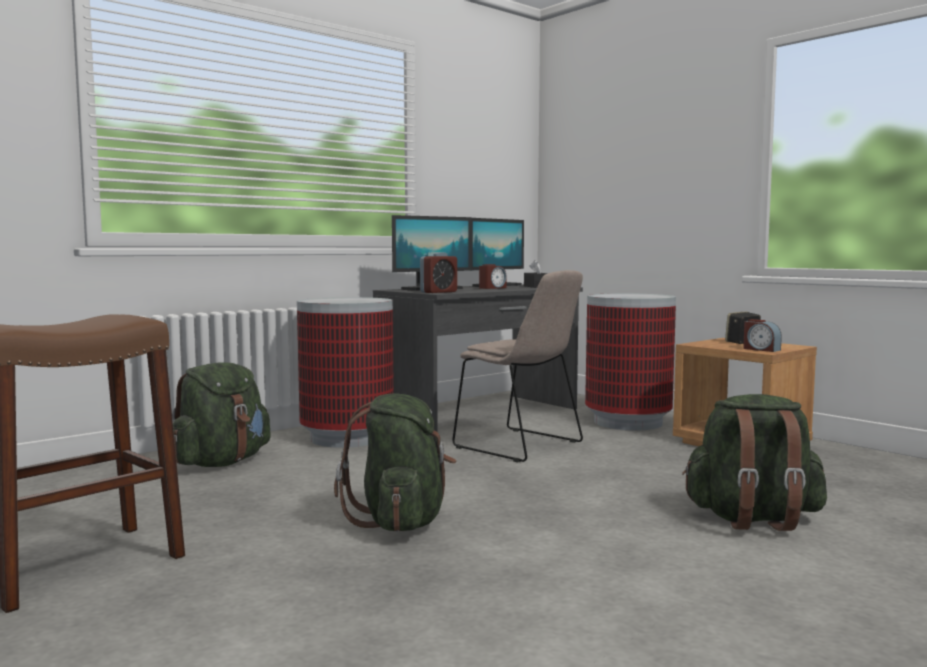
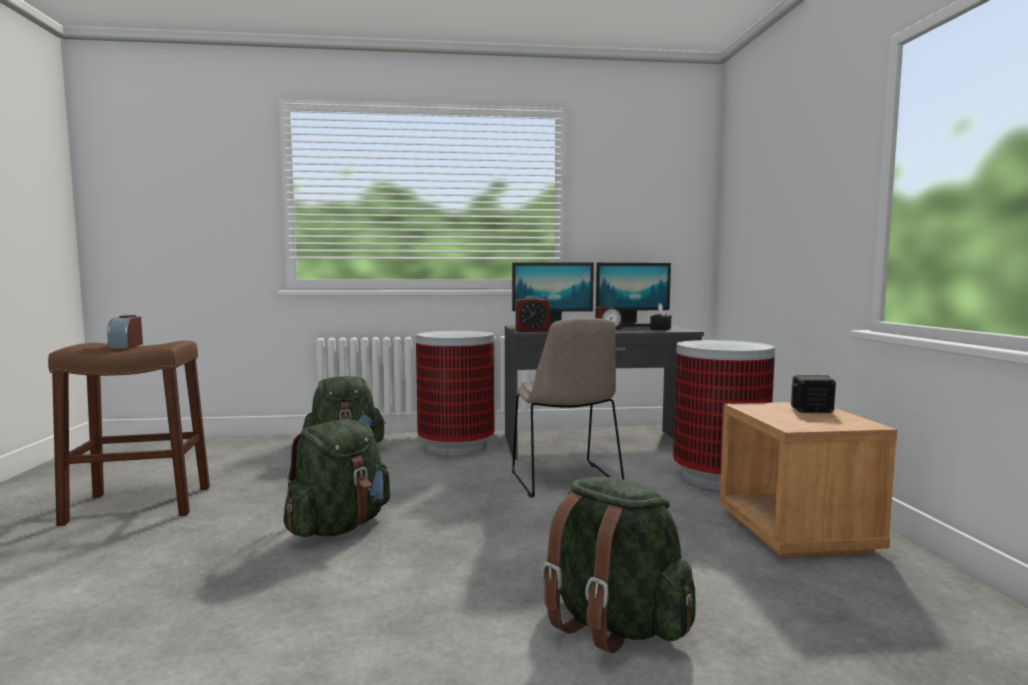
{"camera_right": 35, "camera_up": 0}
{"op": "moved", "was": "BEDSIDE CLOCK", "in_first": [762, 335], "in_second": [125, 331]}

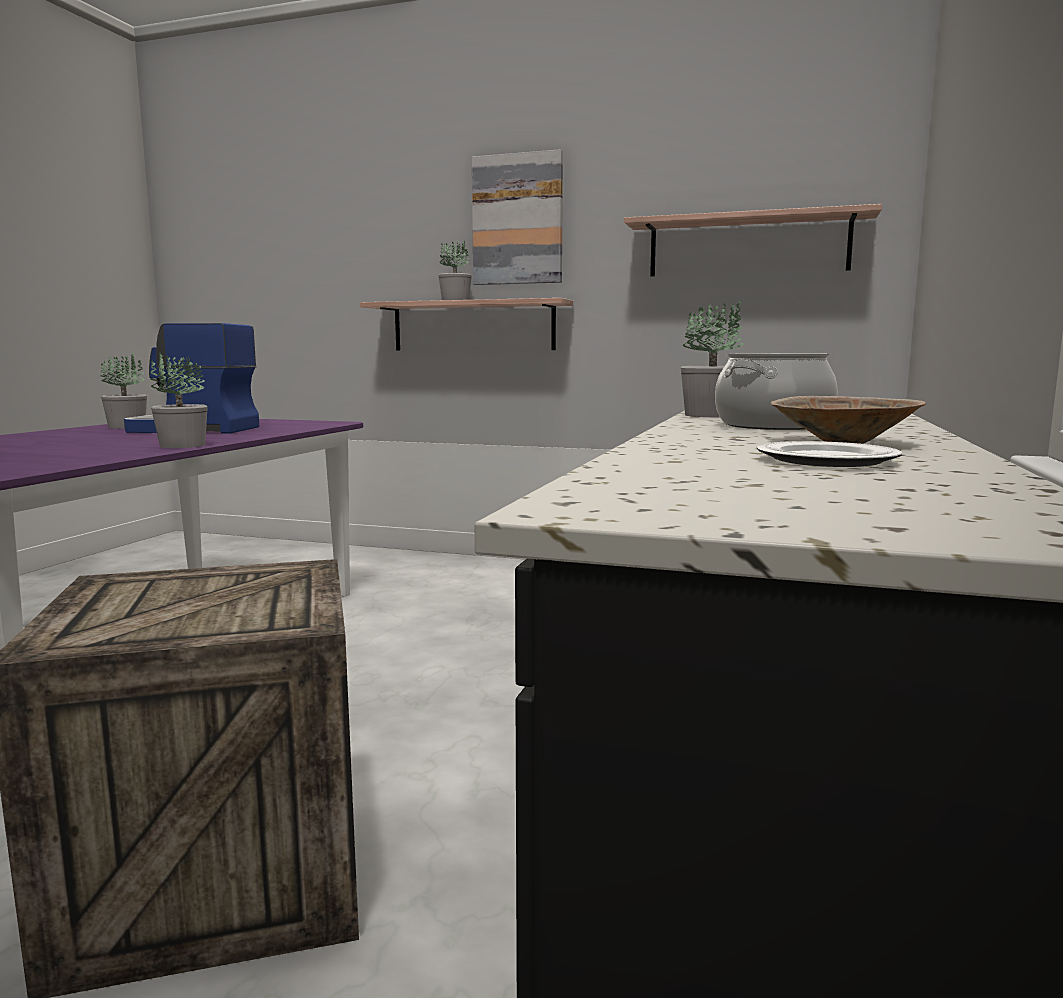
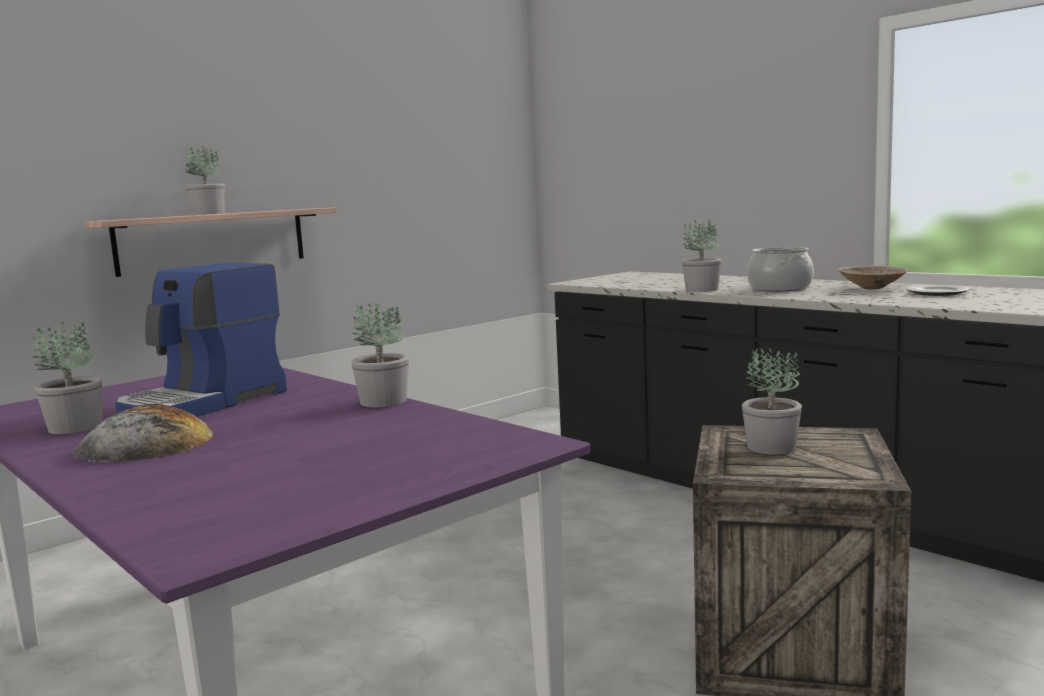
{"camera_right": -60, "camera_up": 0}
{"op": "added", "now": "BAKERY BREAD", "in_second": [143, 433]}
{"op": "added", "now": "PLANT IN A POT", "in_second": [772, 401]}
{"op": "removed", "was": "PICTURE", "in_first": [517, 217]}
{"op": "removed", "was": "SHELF", "in_first": [753, 240]}

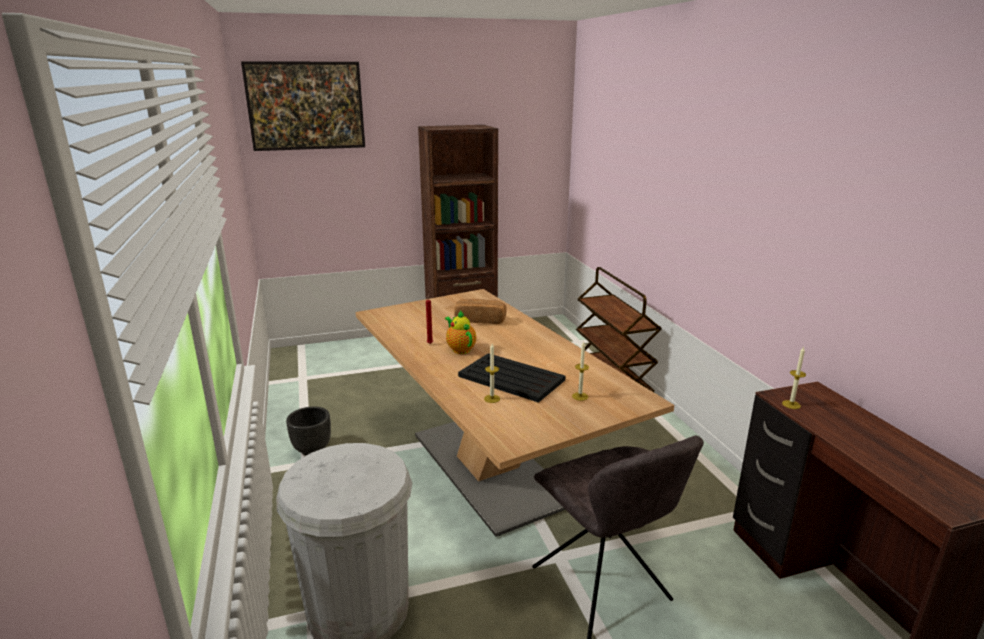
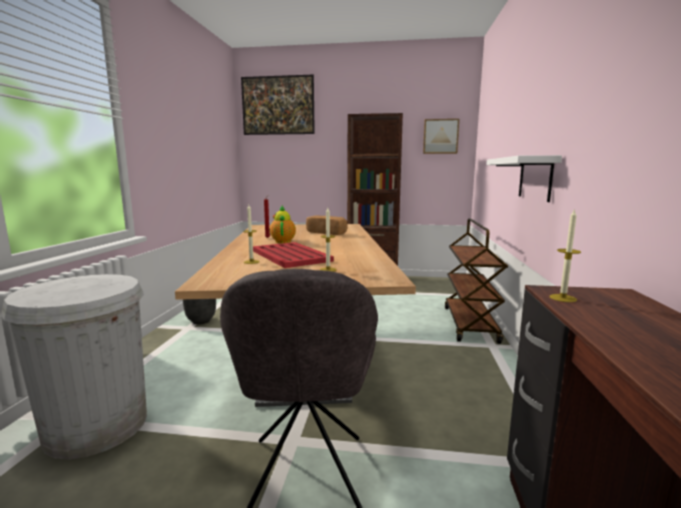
{"camera_right": 25, "camera_up": -10}
{"op": "recoloured", "was": "BLACK-COLOURED SERVING TRAY", "now": "REDDISH SERVING TRAY", "in_first": [512, 378], "in_second": [293, 255]}
{"op": "added", "now": "PICTURE", "in_second": [441, 136]}
{"op": "added", "now": "WHITE-COLOURED SHELF", "in_second": [524, 178]}

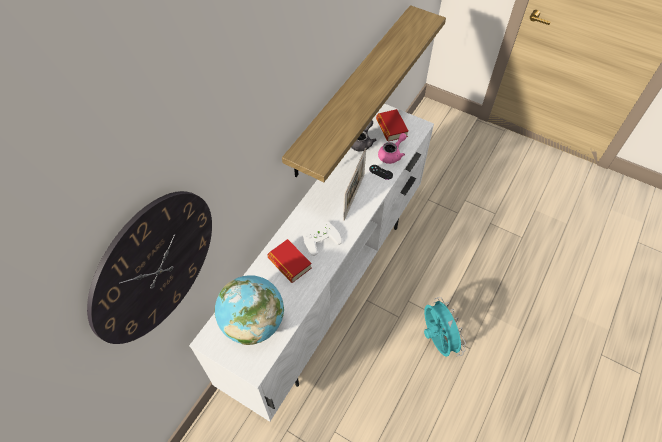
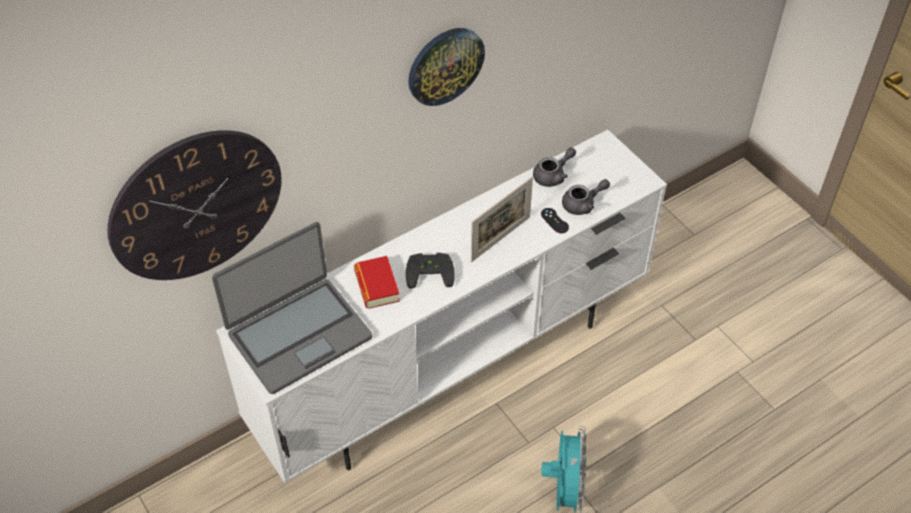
{"camera_right": 25, "camera_up": -5}
{"op": "replaced", "was": "WORLD GLOBE", "now": "NOTEBOOK COMPUTER", "in_first": [249, 310], "in_second": [292, 308]}
{"op": "recoloured", "was": "WHITE-COLOURED JOYPAD", "now": "BLACK-COLOURED JOYPAD", "in_first": [322, 239], "in_second": [430, 270]}
{"op": "added", "now": "CLOCK ON THE WALL", "in_second": [446, 67]}
{"op": "recoloured", "was": "PINK-COLOURED TEA POT", "now": "GREY TEA POT", "in_first": [392, 148], "in_second": [586, 197]}
{"op": "removed", "was": "SHELF", "in_first": [364, 93]}
{"op": "removed", "was": "BOUND BOOK", "in_first": [392, 125]}

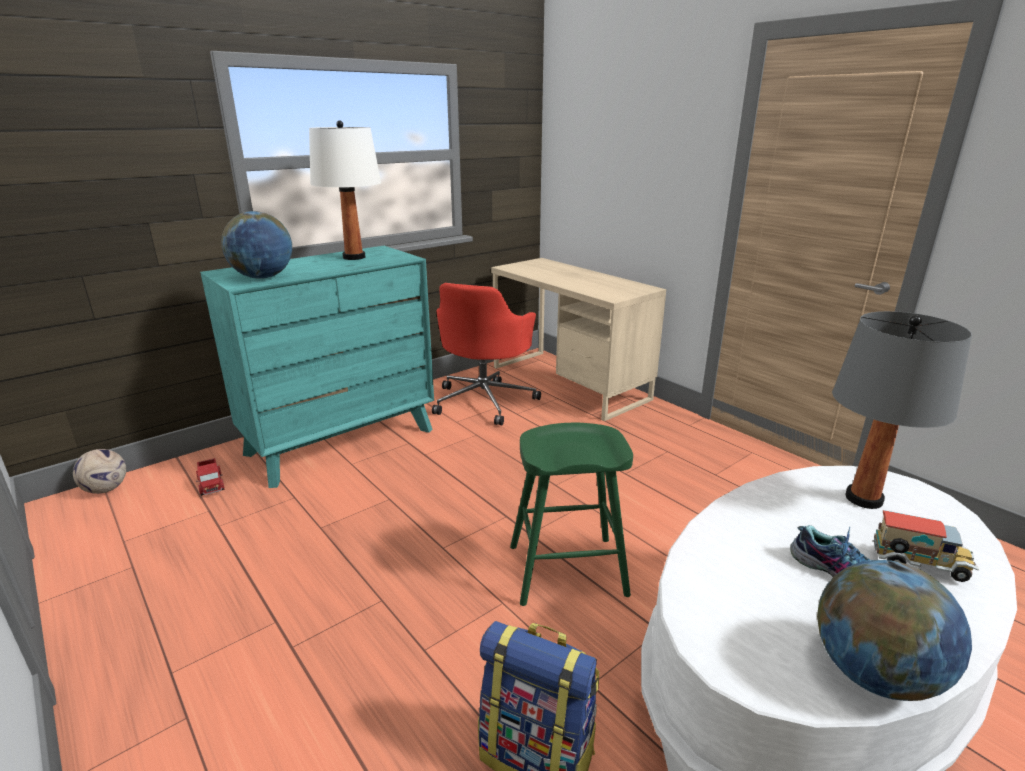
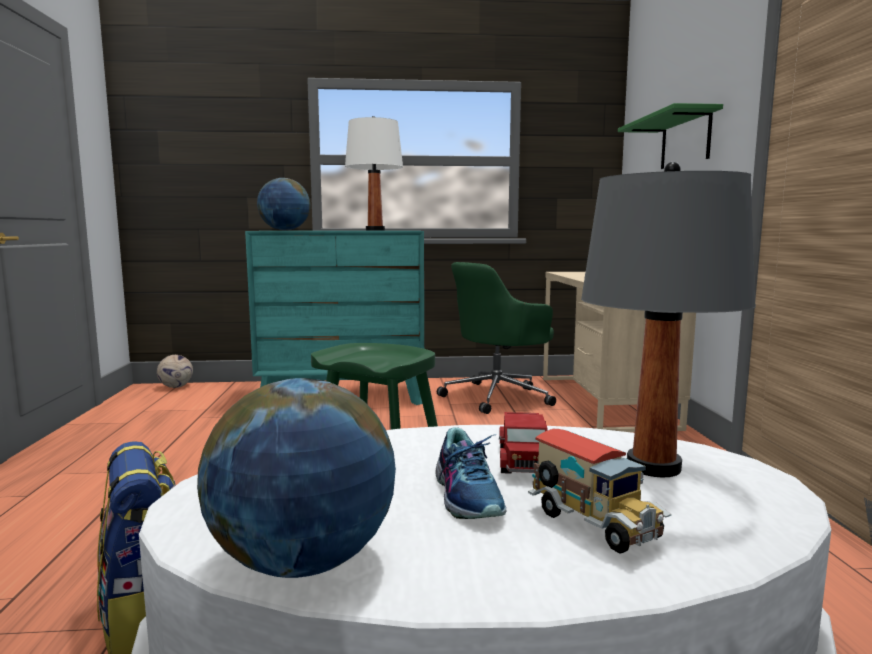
{"camera_right": 35, "camera_up": -15}
{"op": "recoloured", "was": "REDDISH OFFICE CHAIR", "now": "GREEN OFFICE CHAIR", "in_first": [486, 354], "in_second": [496, 338]}
{"op": "moved", "was": "MODEL TRUCK", "in_first": [210, 477], "in_second": [523, 443]}
{"op": "added", "now": "GREEN SHELF", "in_second": [670, 136]}

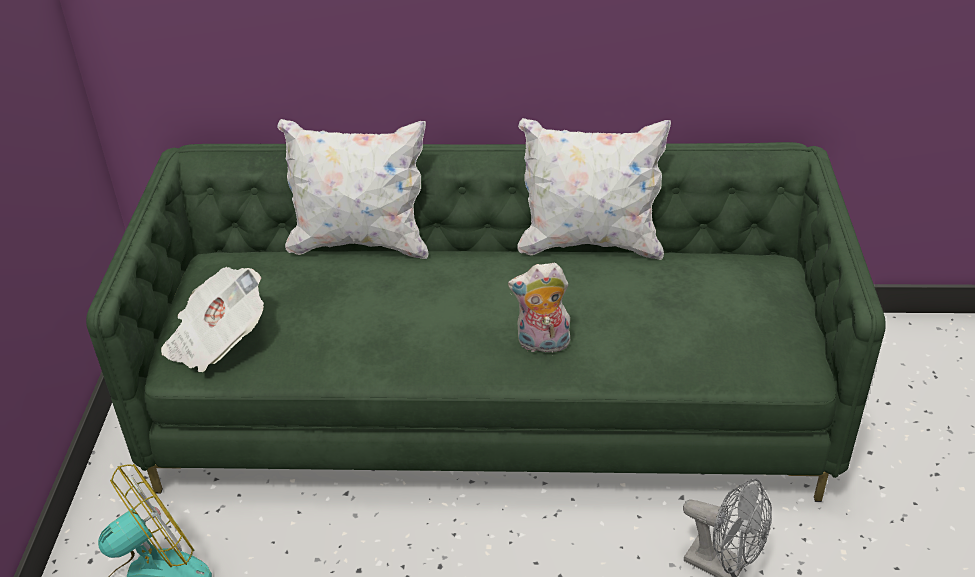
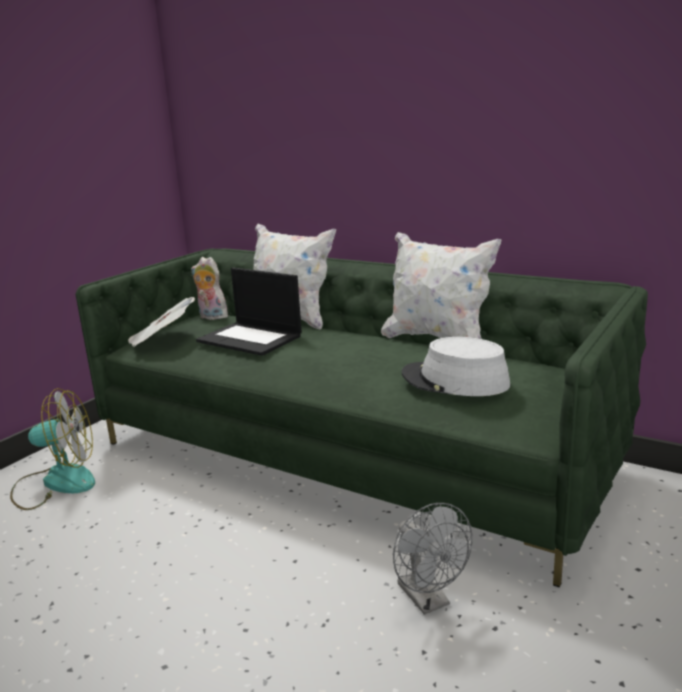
{"camera_right": 30, "camera_up": -20}
{"op": "moved", "was": "SOFT TOY", "in_first": [539, 308], "in_second": [209, 288]}
{"op": "added", "now": "NOTEBOOK COMPUTER", "in_second": [249, 311]}
{"op": "added", "now": "GREY WEARABLE HAT", "in_second": [456, 366]}

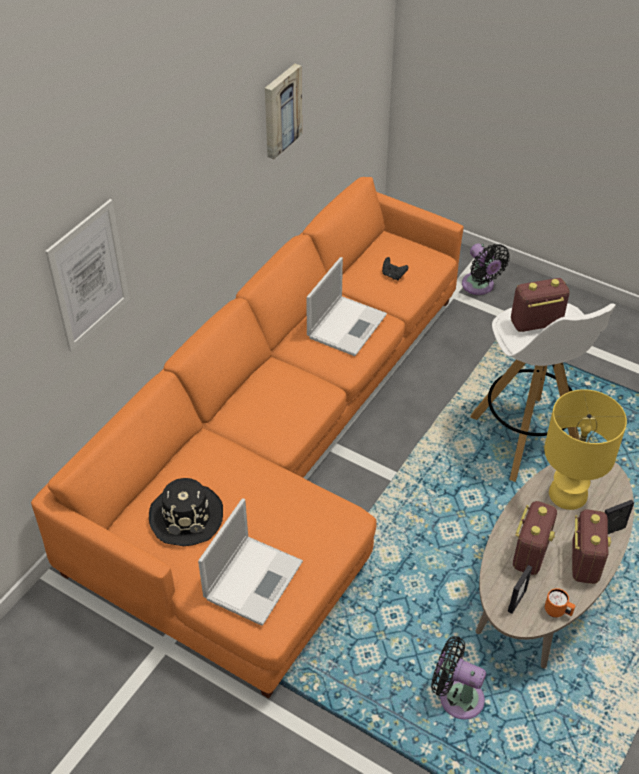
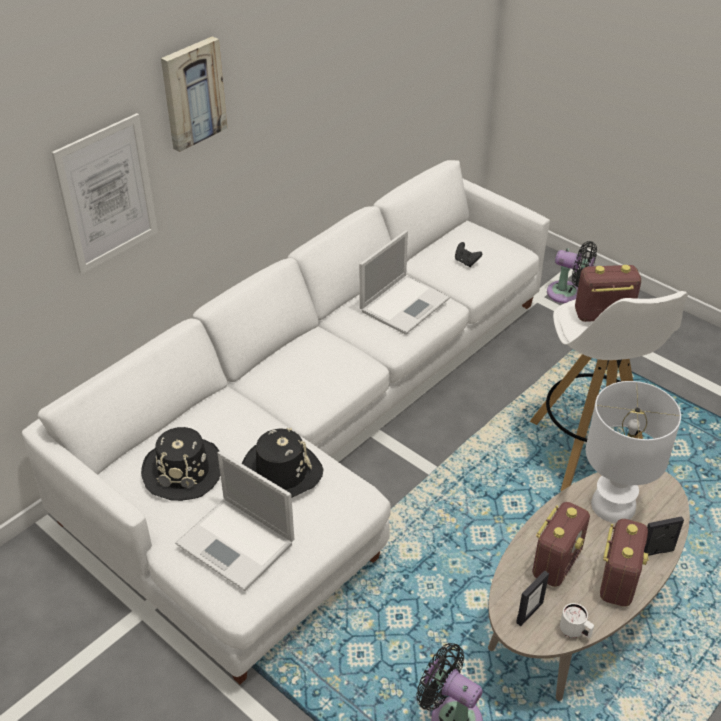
{"camera_right": 10, "camera_up": -5}
{"op": "recoloured", "was": "ORANGE SETTEE", "now": "WHITE-COLOURED SETTEE", "in_first": [247, 438], "in_second": [286, 422]}
{"op": "moved", "was": "PICTURE", "in_first": [283, 111], "in_second": [194, 94]}
{"op": "turned", "was": "NOTEBOOK COMPUTER", "in_first": [250, 562], "in_second": [234, 521], "clockwise": 90}
{"op": "added", "now": "BLACK-COLOURED WEARABLE HAT", "in_second": [282, 462]}
{"op": "turned", "was": "BLACK-COLOURED FAN", "in_first": [486, 269], "in_second": [572, 272], "clockwise": -45}
{"op": "recoloured", "was": "ORANGE MUG", "now": "WHITE-COLOURED MUG", "in_first": [560, 603], "in_second": [577, 620]}
{"op": "recoloured", "was": "YELLOW-COLOURED TABLETOP LAMP", "now": "WHITE-COLOURED TABLETOP LAMP", "in_first": [585, 449], "in_second": [633, 452]}

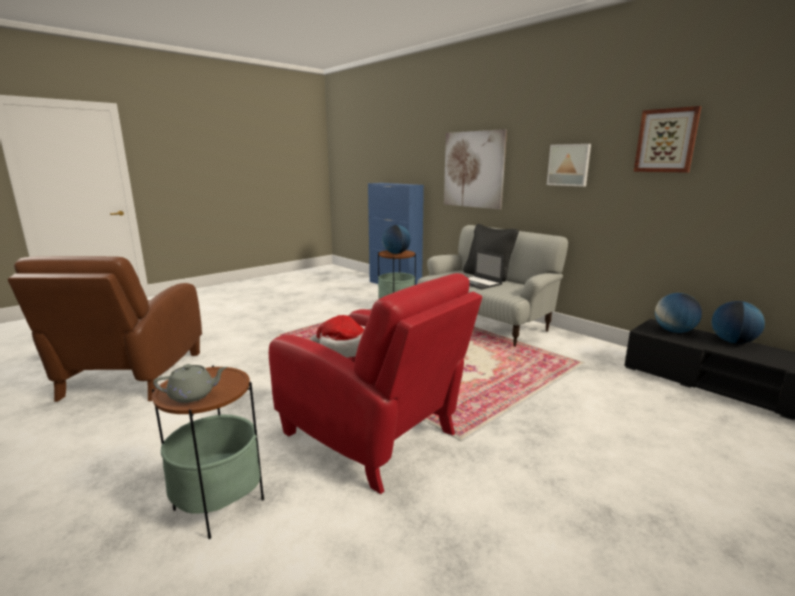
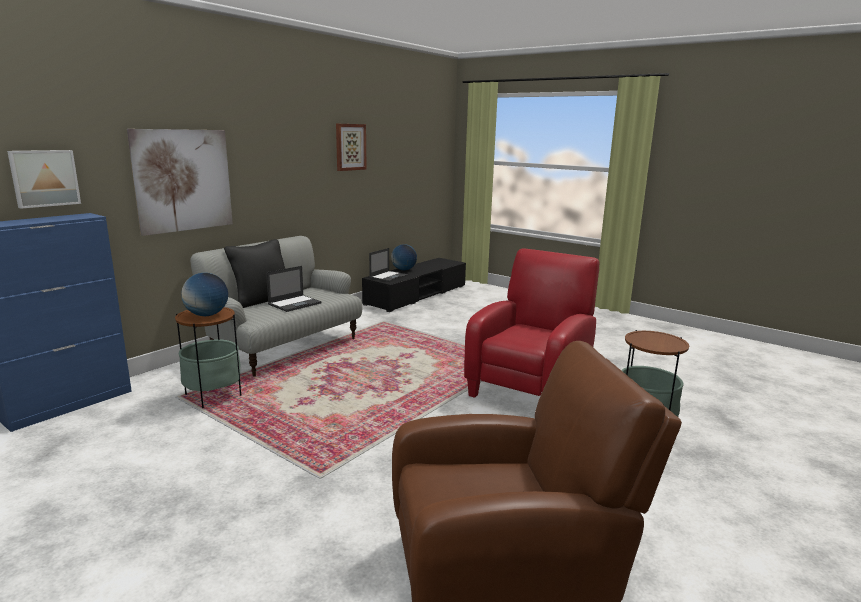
{"camera_right": -100, "camera_up": 0}
{"op": "moved", "was": "PICTURE", "in_first": [569, 165], "in_second": [44, 179]}
{"op": "replaced", "was": "WORLD GLOBE", "now": "NOTEBOOK COMPUTER", "in_first": [678, 313], "in_second": [388, 265]}
{"op": "removed", "was": "GREY TEA POT", "in_first": [190, 383]}
{"op": "removed", "was": "WEARABLE HAT", "in_first": [337, 336]}

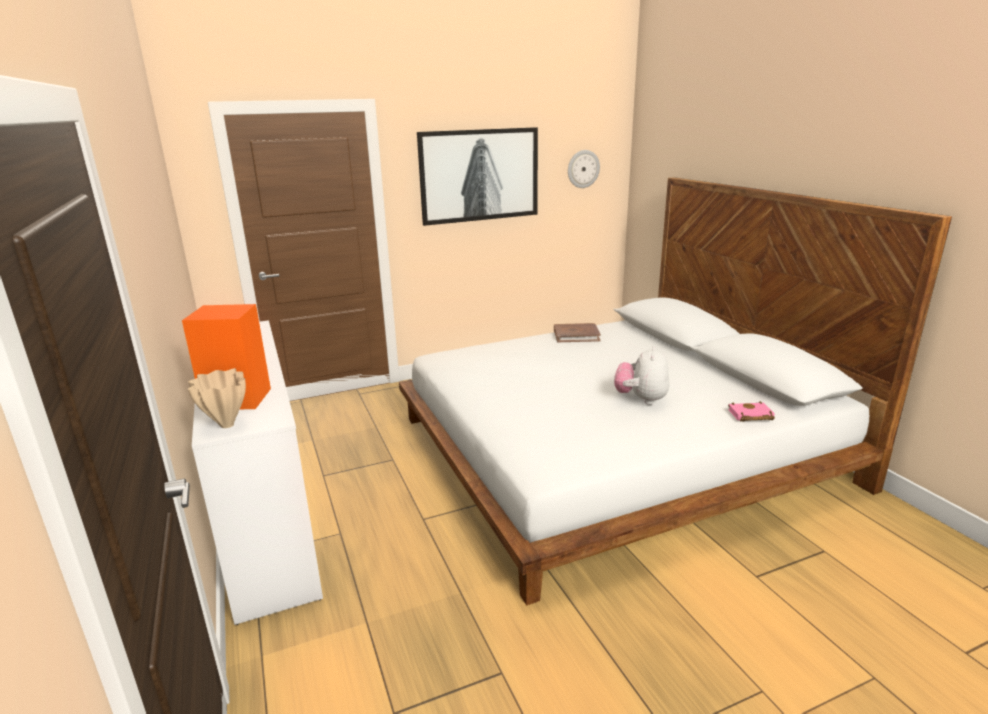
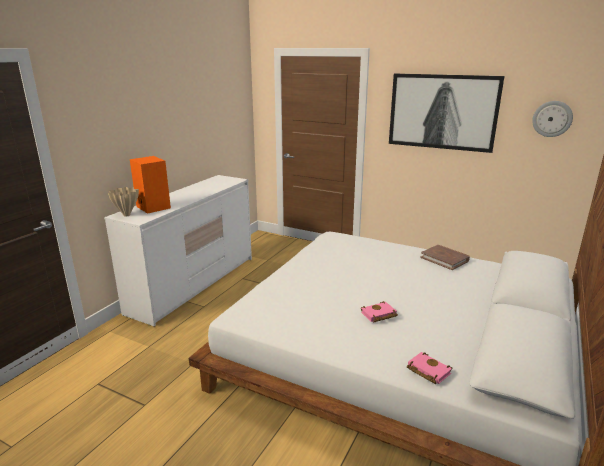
{"camera_right": 50, "camera_up": 0}
{"op": "replaced", "was": "SOFT TOY", "now": "PINK-COLOURED BOUND BOOK", "in_first": [641, 375], "in_second": [379, 312]}

